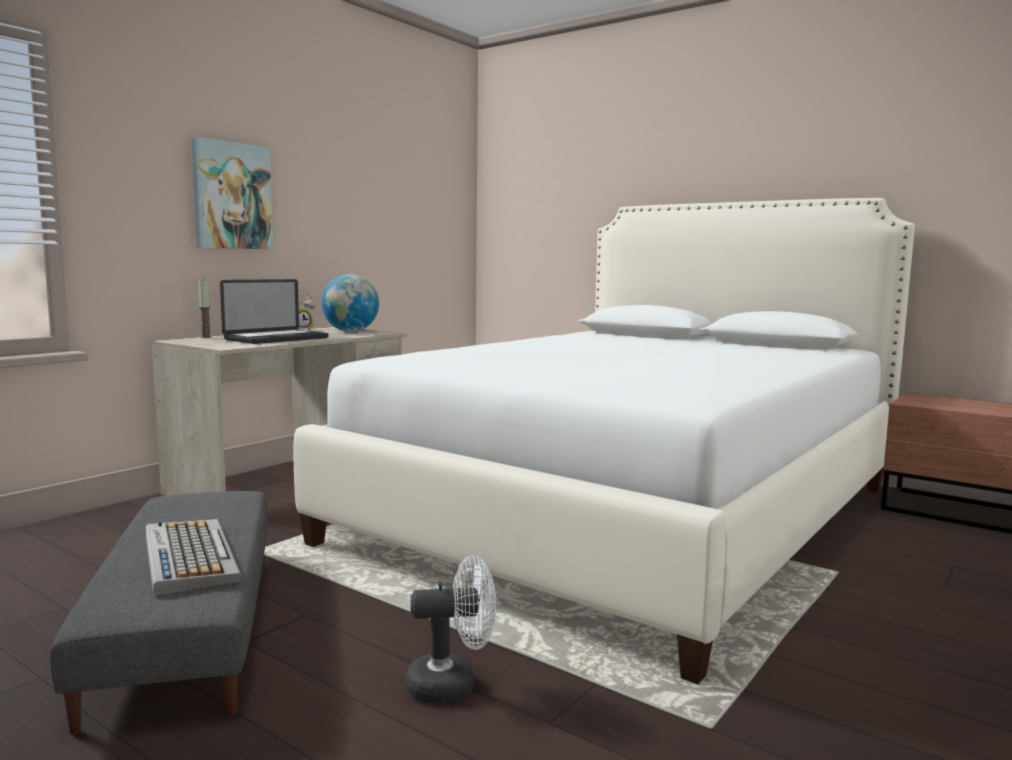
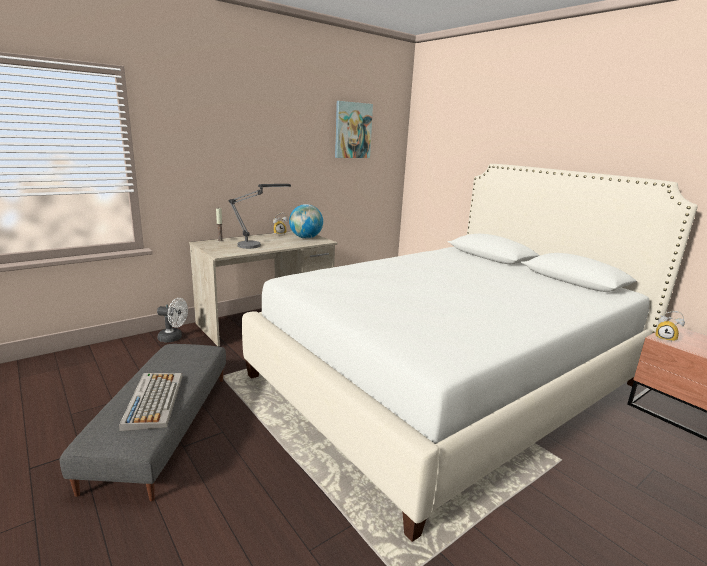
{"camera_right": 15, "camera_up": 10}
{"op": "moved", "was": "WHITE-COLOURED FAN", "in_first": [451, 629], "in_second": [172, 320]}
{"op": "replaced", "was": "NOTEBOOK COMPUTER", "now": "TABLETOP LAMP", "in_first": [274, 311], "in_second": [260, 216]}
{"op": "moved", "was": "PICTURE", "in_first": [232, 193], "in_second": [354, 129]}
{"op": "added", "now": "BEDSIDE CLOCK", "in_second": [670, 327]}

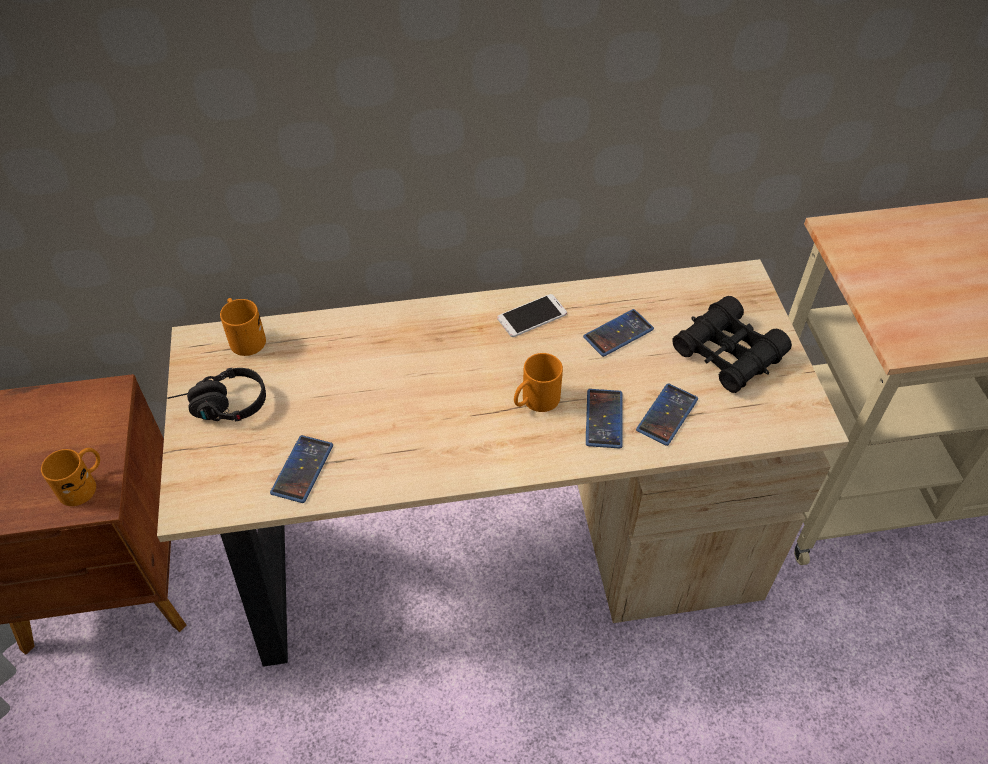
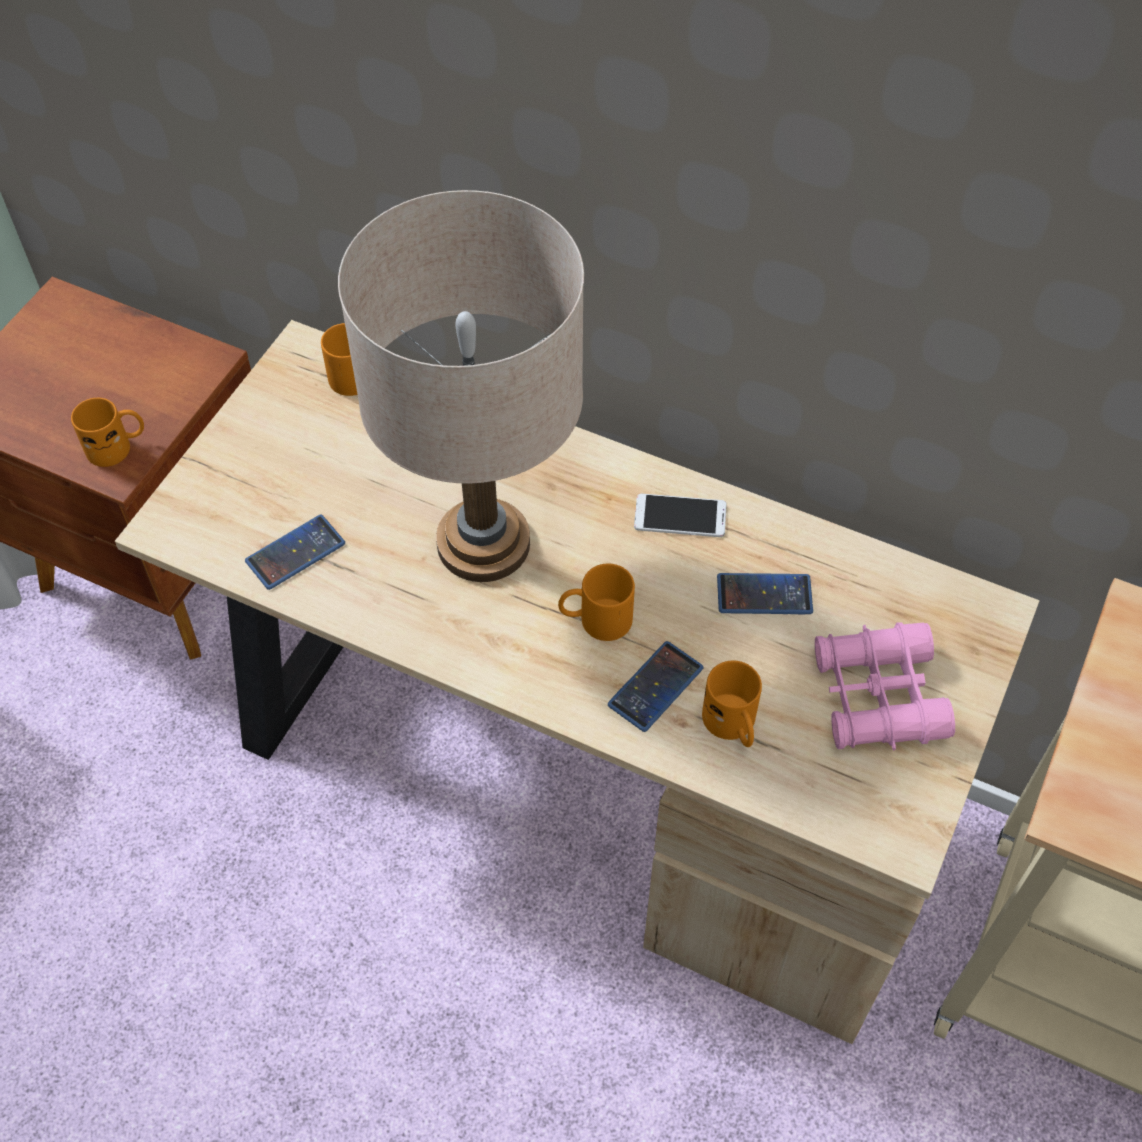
{"camera_right": 35, "camera_up": 5}
{"op": "added", "now": "BEIGE-COLOURED TABLETOP LAMP", "in_second": [461, 386]}
{"op": "replaced", "was": "HANDSET", "now": "ORANGE MUG", "in_first": [667, 414], "in_second": [732, 704]}
{"op": "recoloured", "was": "BLACK-COLOURED FIELD GLASSES", "now": "PINK-COLOURED FIELD GLASSES", "in_first": [732, 344], "in_second": [885, 686]}
{"op": "removed", "was": "BLACK-COLOURED HEADSET", "in_first": [216, 394]}

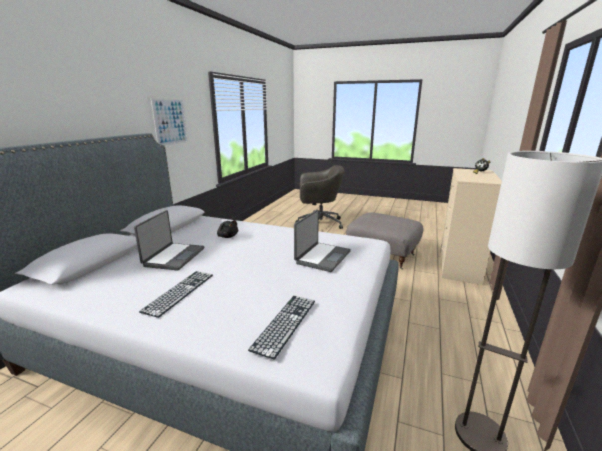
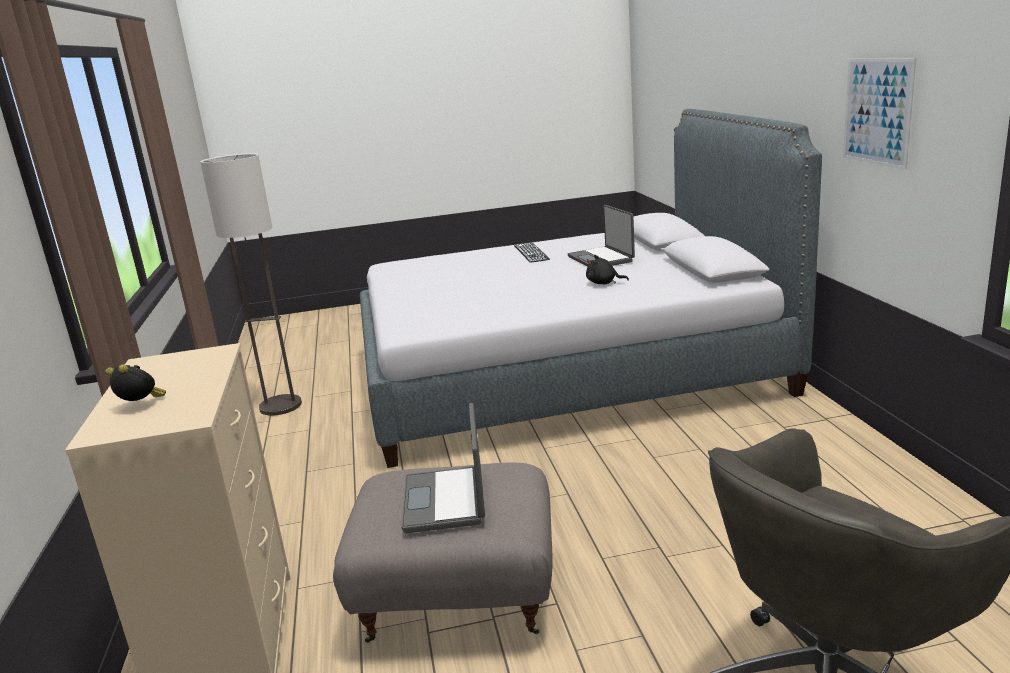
{"camera_right": 150, "camera_up": 0}
{"op": "moved", "was": "NOTEBOOK COMPUTER", "in_first": [322, 241], "in_second": [443, 468]}
{"op": "removed", "was": "COMPUTER KEYBOARD", "in_first": [281, 328]}

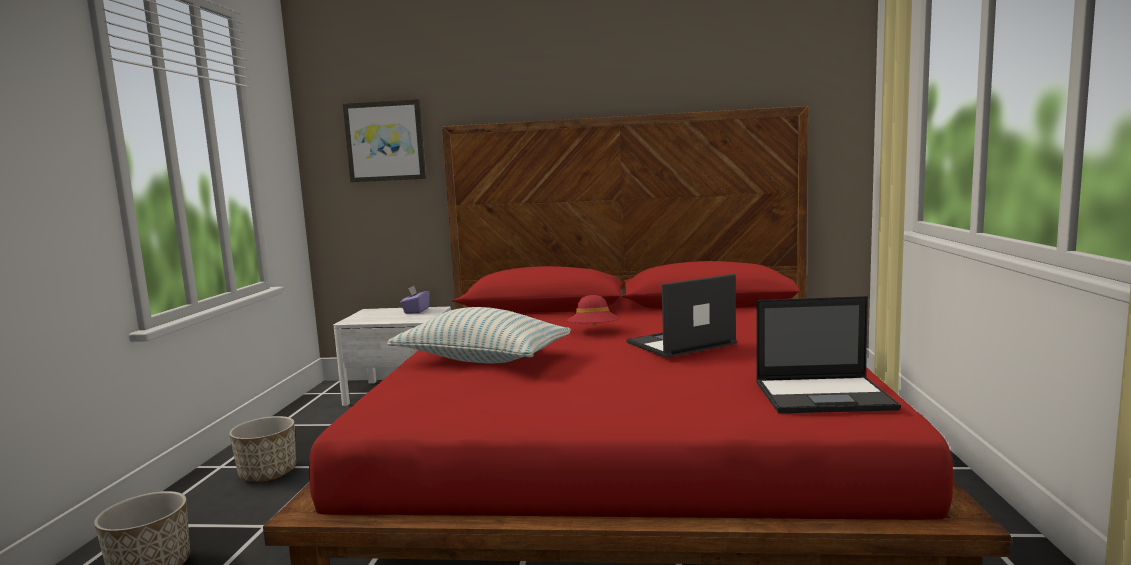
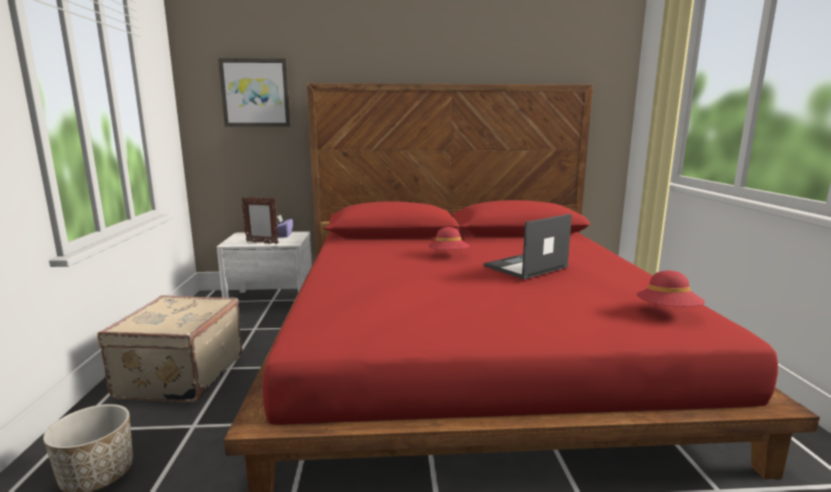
{"camera_right": -10, "camera_up": 5}
{"op": "replaced", "was": "PLANTER", "now": "BEIGE-COLOURED PIECE OF LUGGAGE", "in_first": [262, 449], "in_second": [170, 349]}
{"op": "added", "now": "PHOTO FRAME", "in_second": [260, 220]}
{"op": "replaced", "was": "NOTEBOOK COMPUTER", "now": "REDDISH WEARABLE HAT", "in_first": [828, 354], "in_second": [671, 289]}
{"op": "removed", "was": "CUSHION", "in_first": [479, 335]}

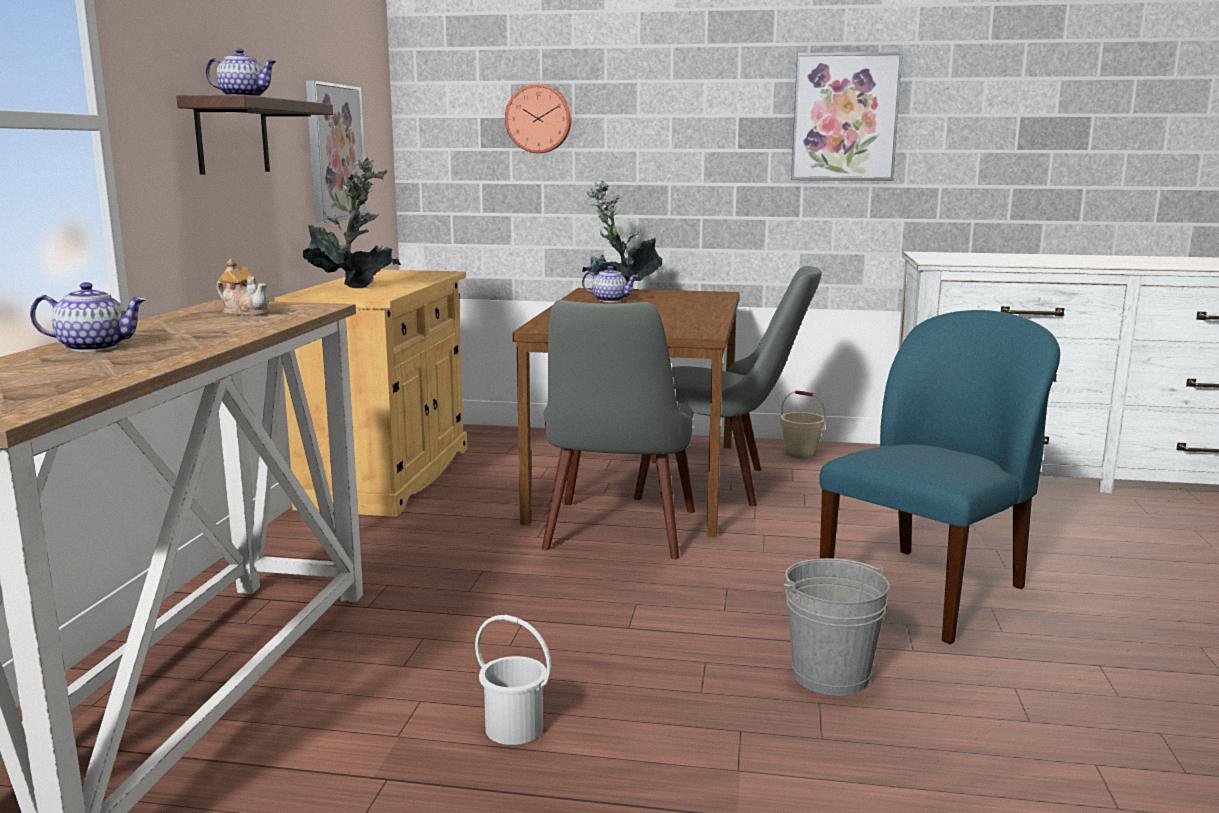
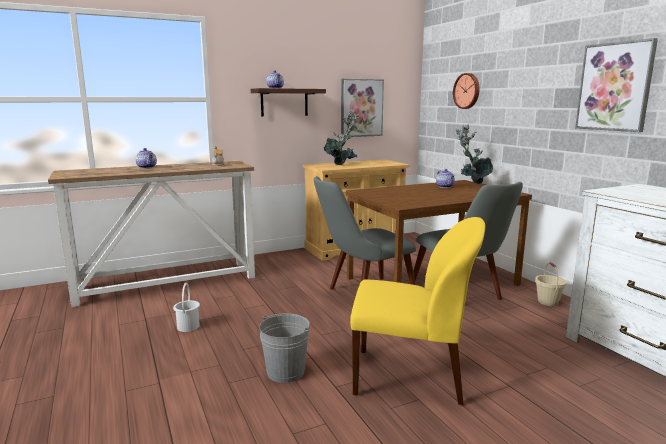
{"camera_right": 55, "camera_up": 0}
{"op": "recoloured", "was": "BLUE CHAIR", "now": "YELLOW-COLOURED CHAIR", "in_first": [939, 477], "in_second": [417, 311]}

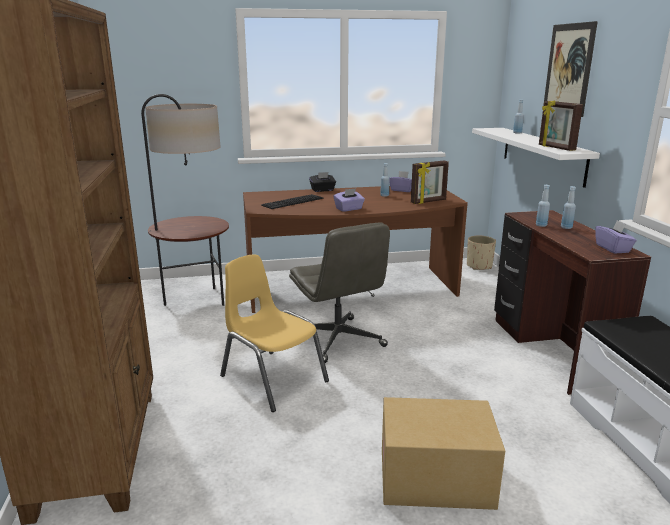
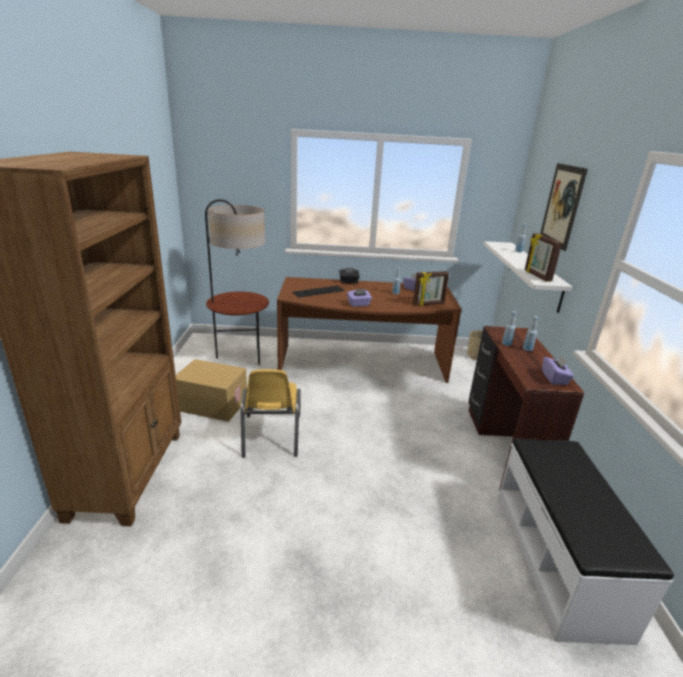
{"camera_right": 10, "camera_up": 5}
{"op": "moved", "was": "CARDBOARD BOX", "in_first": [443, 453], "in_second": [211, 390]}
{"op": "turned", "was": "YELLOW-COLOURED CHAIR", "in_first": [274, 333], "in_second": [271, 413], "clockwise": -150}
{"op": "removed", "was": "GREY OFFICE CHAIR", "in_first": [339, 292]}

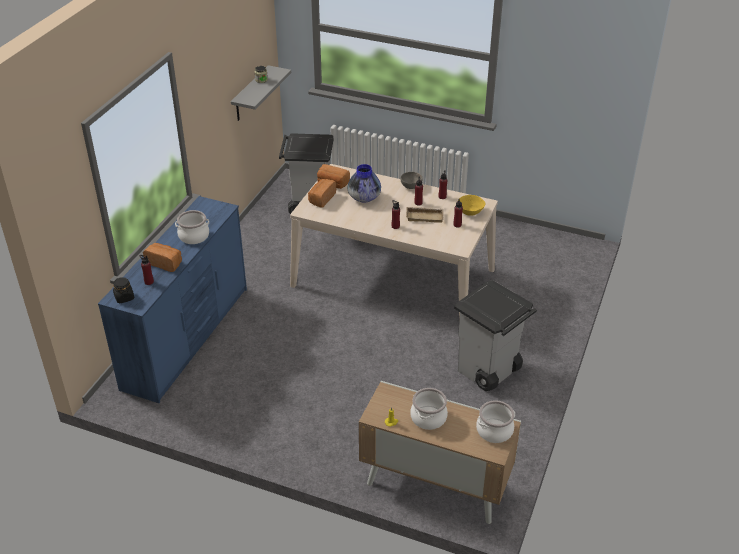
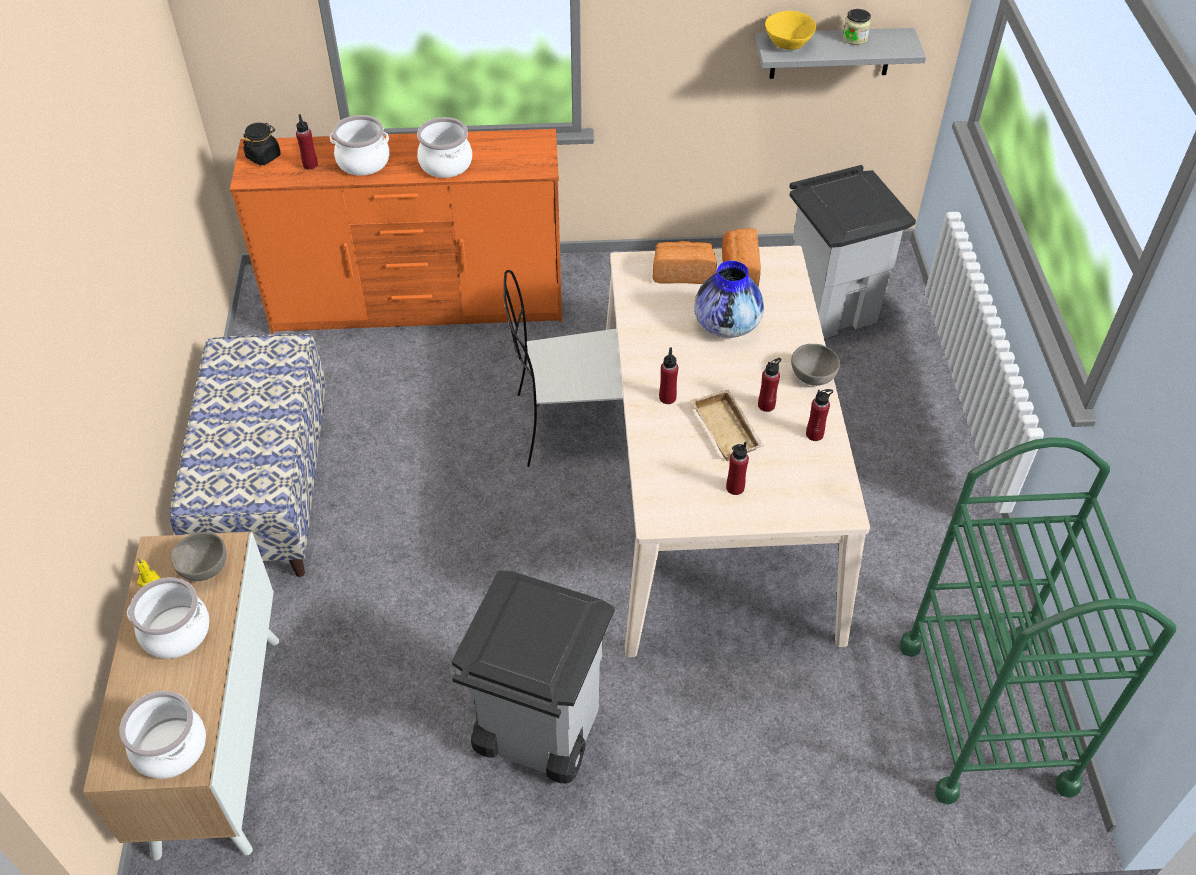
{"camera_right": 65, "camera_up": 10}
{"op": "added", "now": "BENCH", "in_second": [248, 455]}
{"op": "added", "now": "GREY DEEP DISH", "in_second": [199, 556]}
{"op": "recoloured", "was": "BLUE CHEST OF DRAWERS", "now": "ORANGE CHEST OF DRAWERS", "in_first": [172, 299], "in_second": [396, 231]}
{"op": "replaced", "was": "BAKERY BREAD", "now": "SAUCEPOT", "in_first": [162, 257], "in_second": [360, 145]}
{"op": "added", "now": "WHITE-COLOURED CHAIR", "in_second": [563, 368]}
{"op": "moved", "was": "YELLOW-COLOURED DEEP DISH", "in_first": [472, 205], "in_second": [790, 30]}
{"op": "added", "now": "GREEN TROLLEY", "in_second": [1037, 621]}

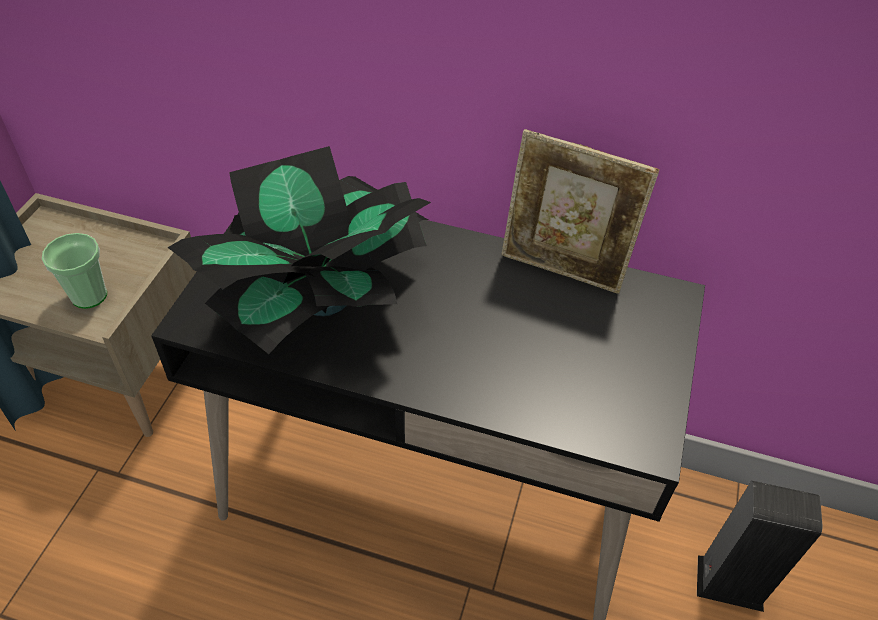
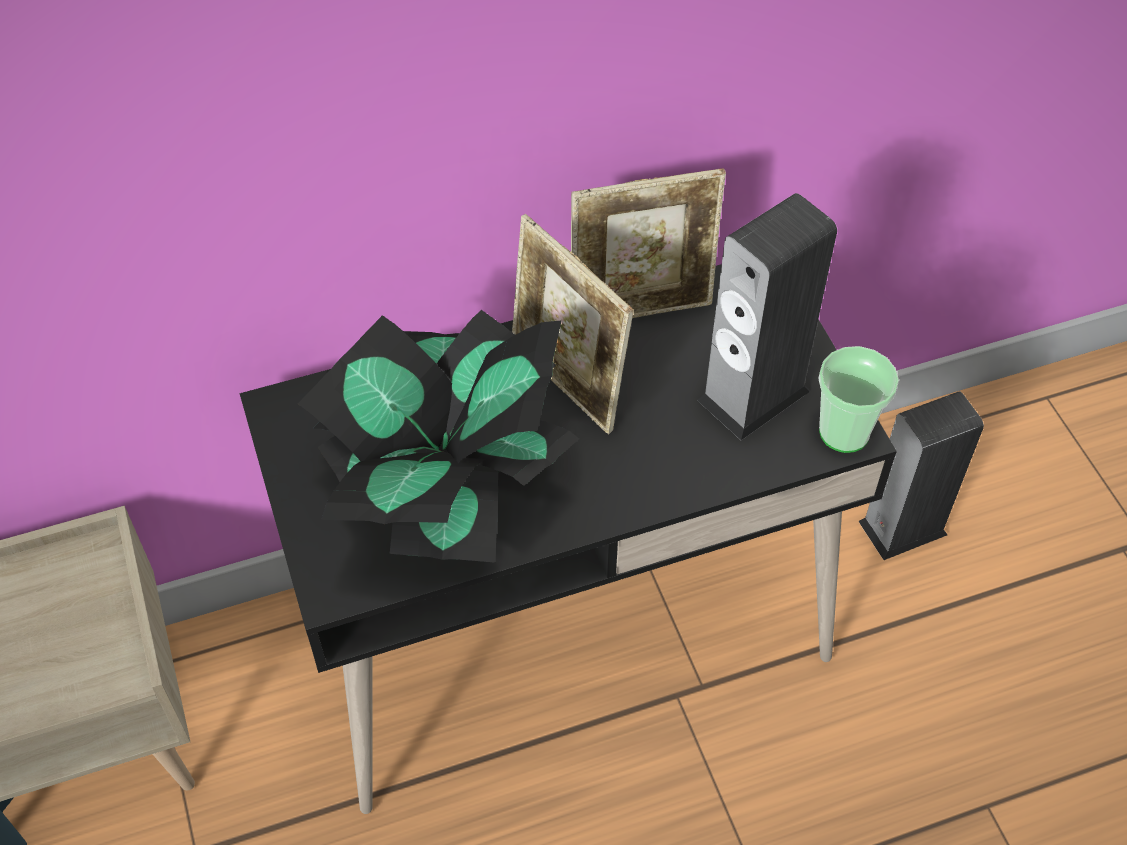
{"camera_right": -35, "camera_up": 5}
{"op": "added", "now": "PHOTO FRAME", "in_second": [572, 324]}
{"op": "added", "now": "SPEAKER", "in_second": [767, 316]}
{"op": "moved", "was": "CUP", "in_first": [74, 271], "in_second": [858, 399]}

